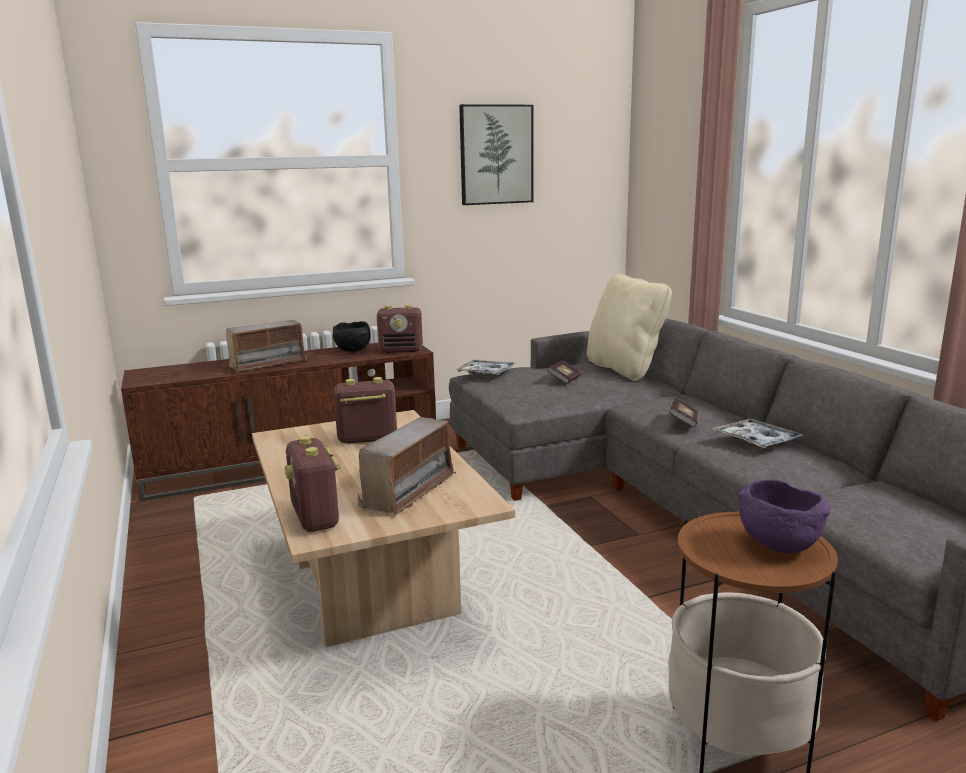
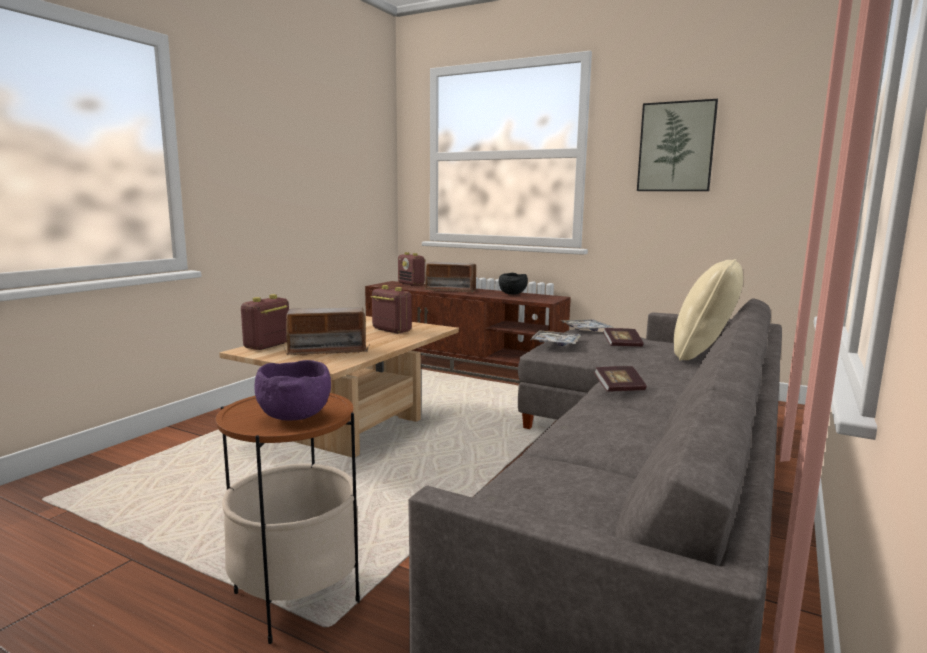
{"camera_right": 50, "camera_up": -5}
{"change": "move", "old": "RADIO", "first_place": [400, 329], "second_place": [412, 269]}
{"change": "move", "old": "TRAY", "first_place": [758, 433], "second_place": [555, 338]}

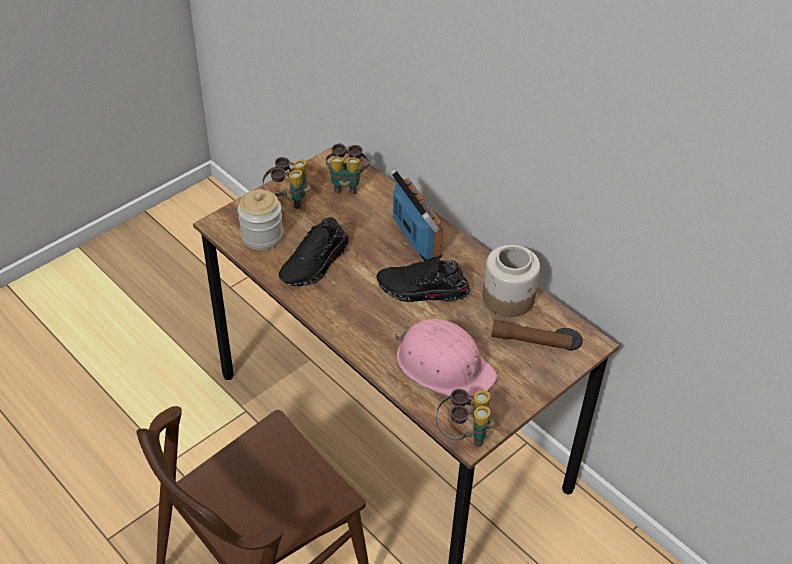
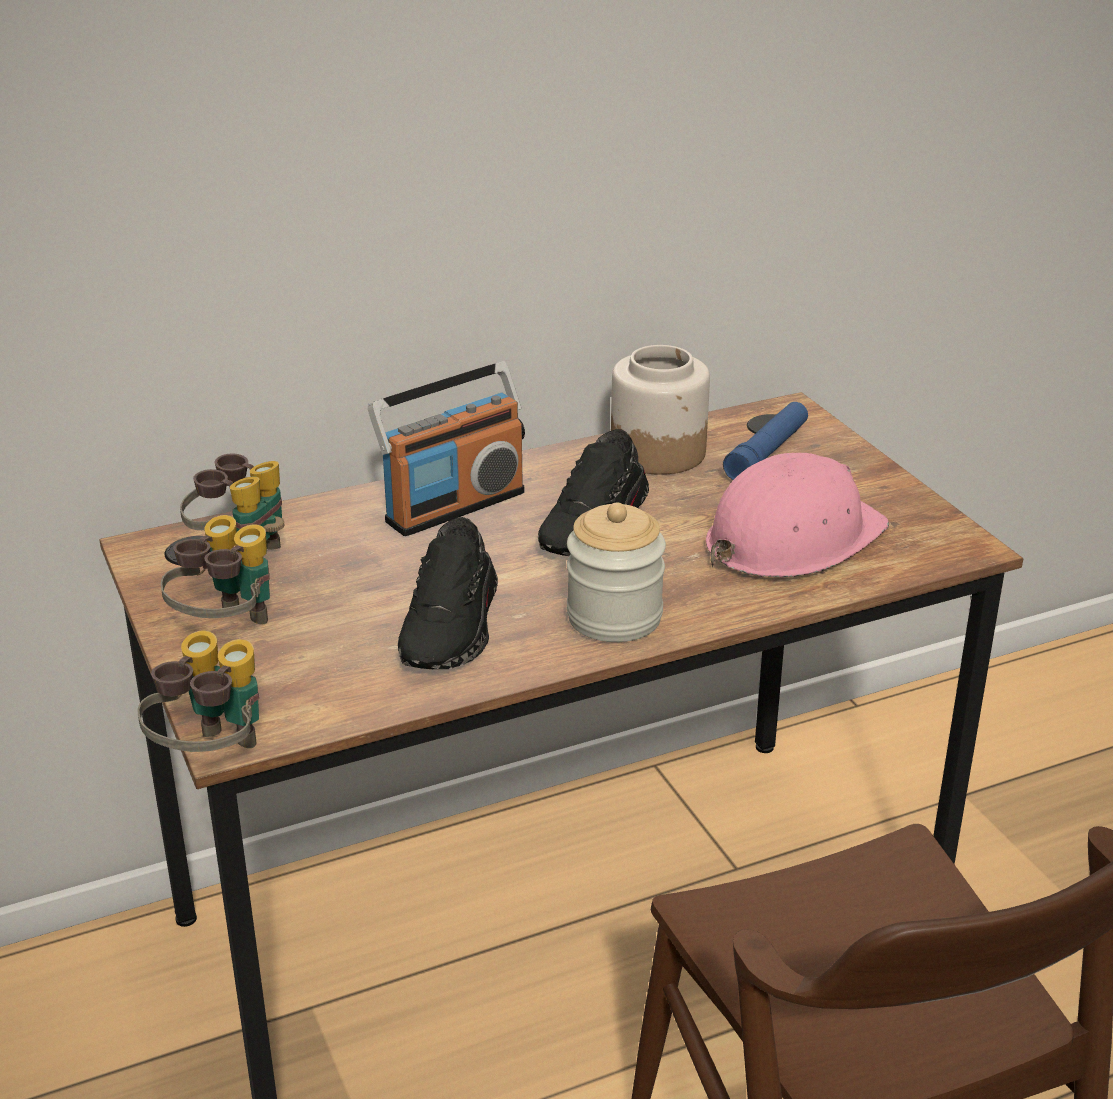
{"camera_right": -70, "camera_up": -15}
{"change": "move", "old": "FIELD GLASSES", "first_place": [465, 418], "second_place": [198, 691]}
{"change": "rotate", "old": "RADIO", "first_place": [416, 214], "second_place": [446, 448], "degrees": 150}
{"change": "rotate", "old": "BLACK LOW SHOE", "first_place": [314, 251], "second_place": [448, 593], "degrees": 45}
{"change": "move", "old": "JAR", "first_place": [260, 219], "second_place": [616, 572]}
{"change": "recolor", "old": "BROWN FLASHLIGHT", "new": "BLUE FLASHLIGHT", "first_place": [532, 335], "second_place": [765, 441]}

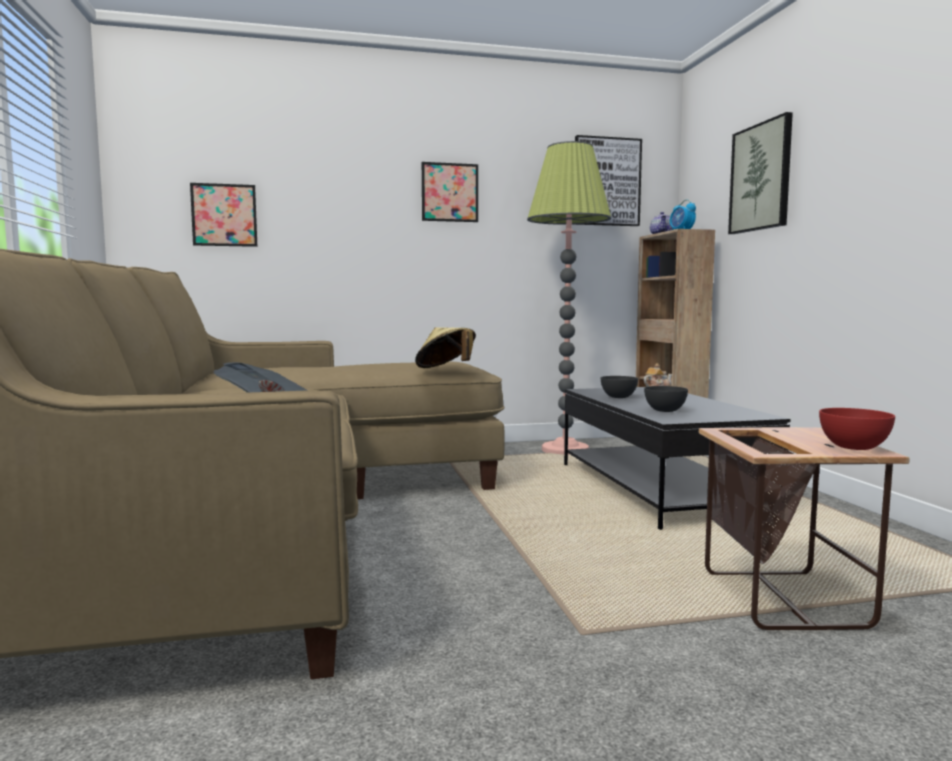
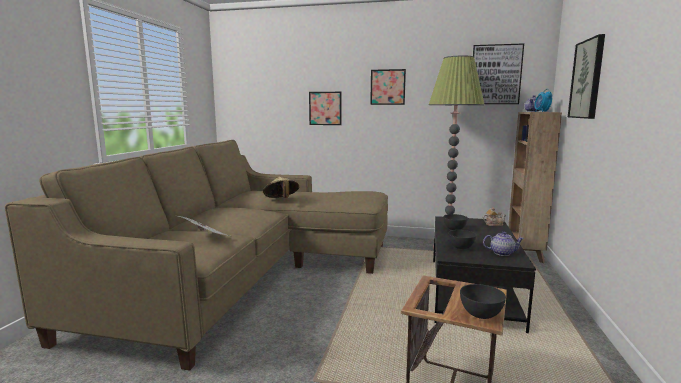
{"camera_right": 25, "camera_up": 5}
{"change": "move", "old": "BEIGE-COLOURED CLOTHING HAT", "first_place": [445, 347], "second_place": [281, 187]}
{"change": "move", "old": "WALL PICTURE", "first_place": [223, 215], "second_place": [325, 108]}
{"change": "recolor", "old": "RED-COLOURED SERVING BOWL", "new": "GRAY SERVING BOWL", "first_place": [857, 429], "second_place": [483, 301]}
{"change": "insert", "new": "POT FOR TEA", "second_place": [503, 244]}

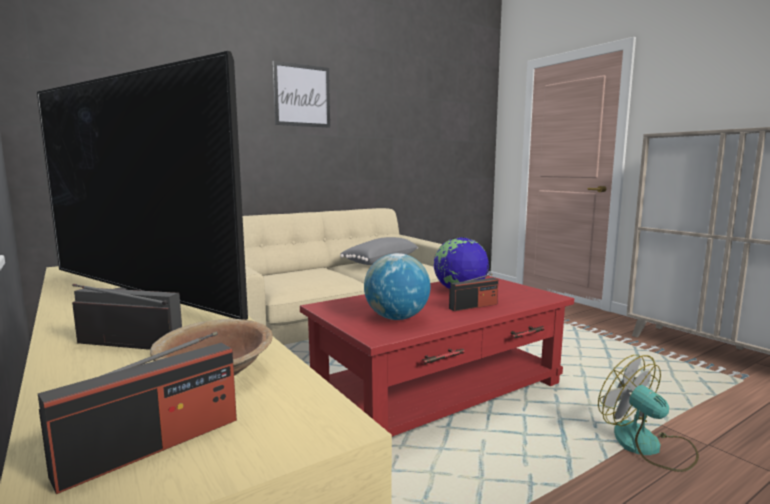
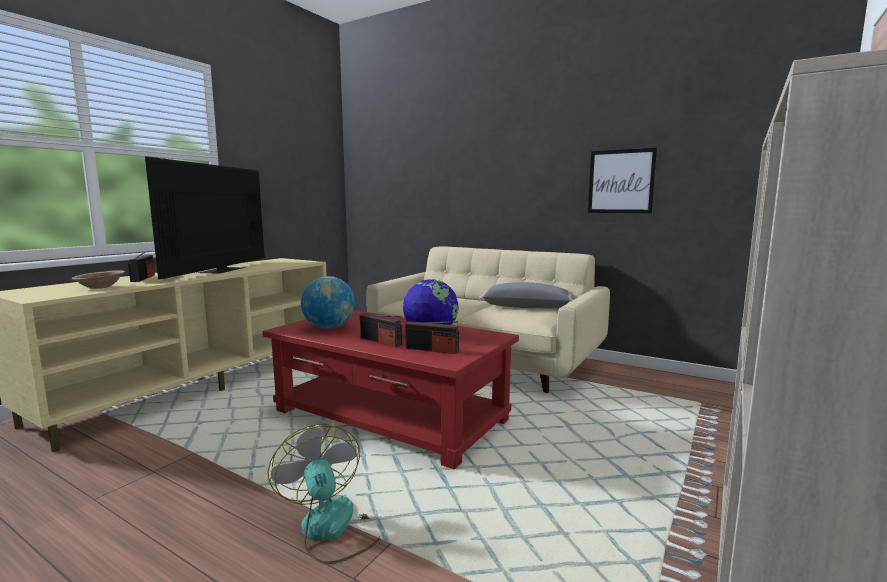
{"camera_right": 65, "camera_up": 0}
{"change": "rotate", "old": "COOLING FAN", "first_place": [648, 413], "second_place": [324, 494], "degrees": -60}
{"change": "move", "old": "RADIO", "first_place": [137, 412], "second_place": [432, 337]}
{"change": "move", "old": "WALL PICTURE", "first_place": [301, 94], "second_place": [622, 180]}

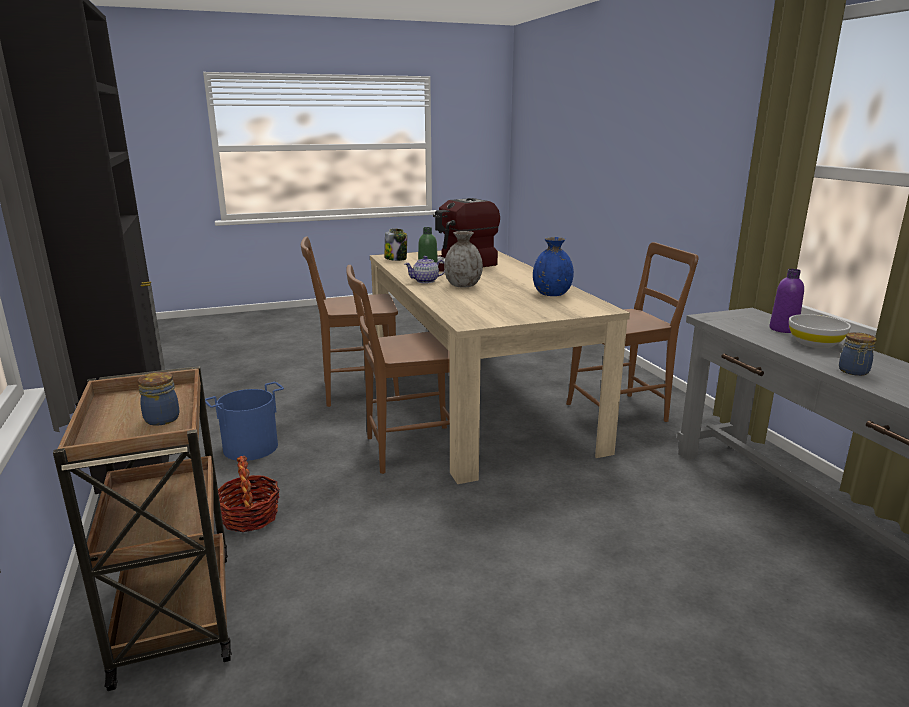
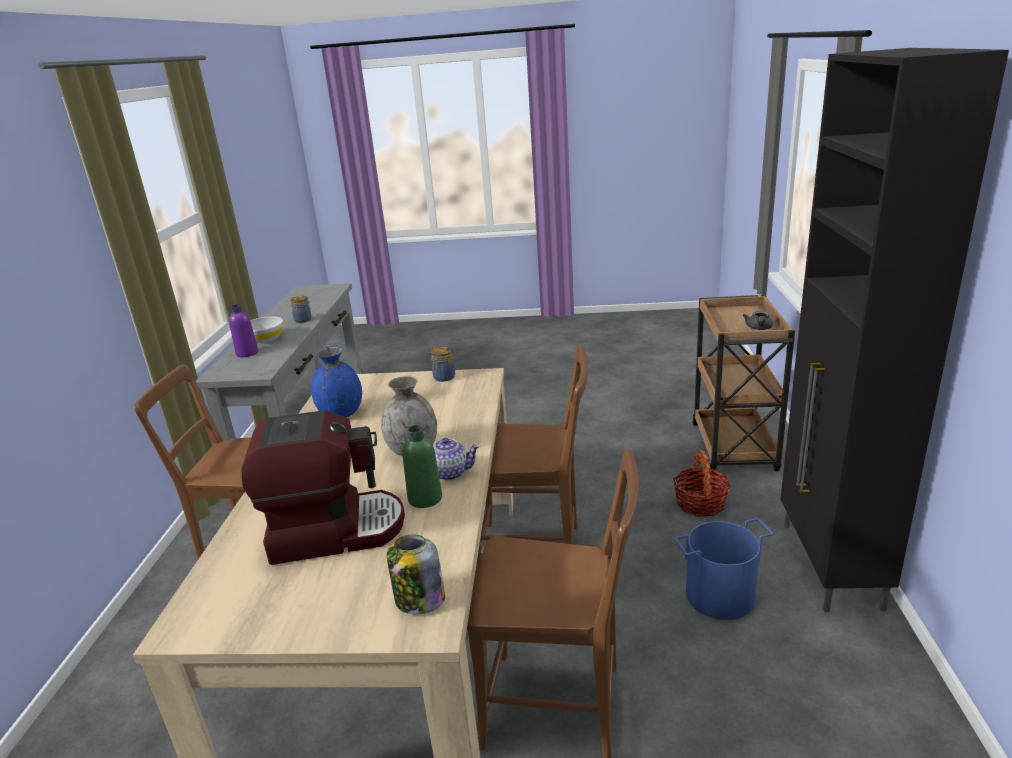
{"camera_right": -155, "camera_up": 5}
{"change": "move", "old": "JAR", "first_place": [158, 399], "second_place": [443, 364]}
{"change": "insert", "new": "GRAY POT FOR TEA", "second_place": [757, 320]}

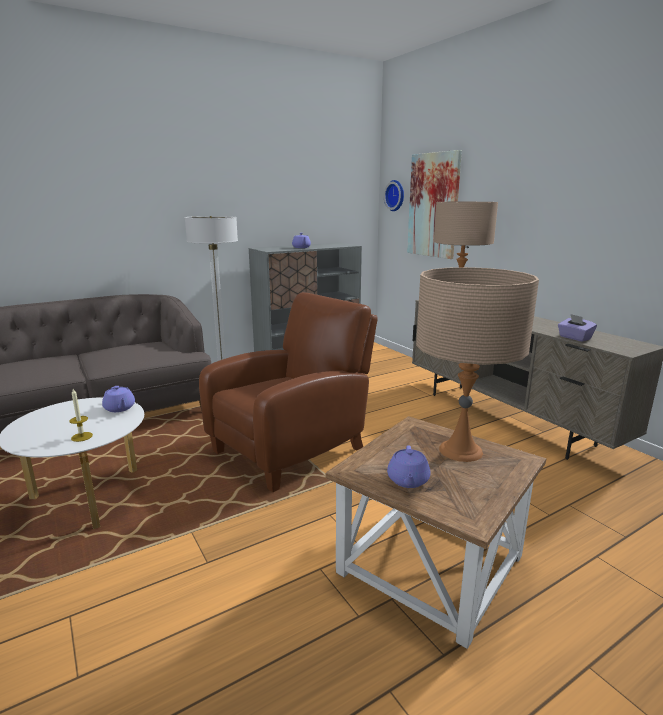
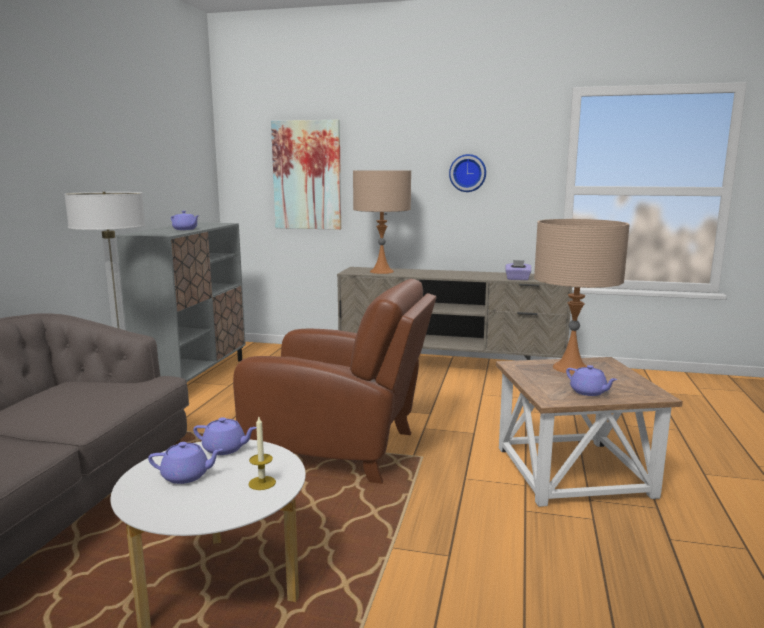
{"camera_right": -45, "camera_up": -5}
{"change": "insert", "new": "PURPLISH POT FOR TEA", "second_place": [185, 463]}
{"change": "rotate", "old": "BROWN ARMCHAIR", "first_place": [288, 392], "second_place": [334, 381], "degrees": 105}
{"change": "move", "old": "HANGING CLOCK", "first_place": [394, 195], "second_place": [467, 173]}

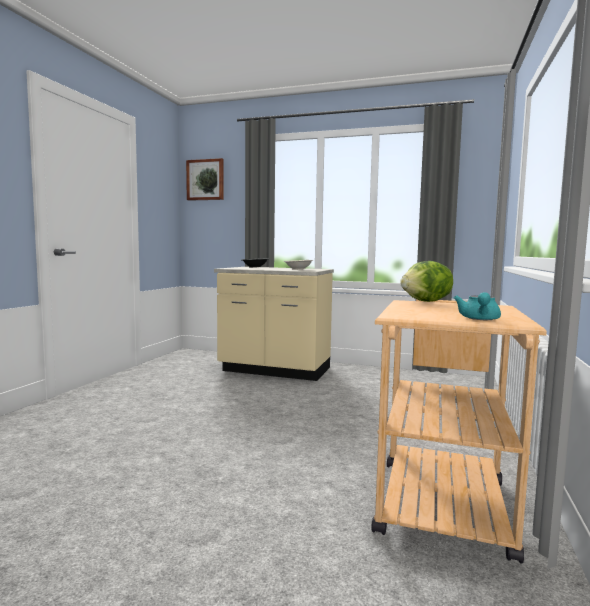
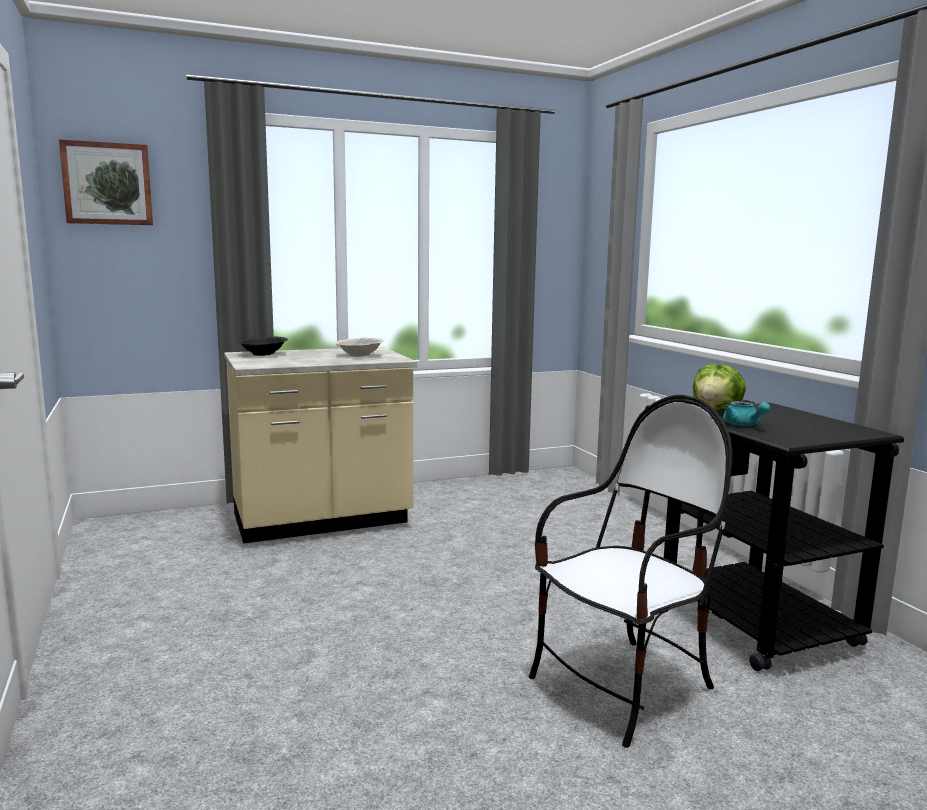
{"camera_right": -40, "camera_up": 5}
{"change": "insert", "new": "UPRIGHT CHAIR", "second_place": [630, 571]}
{"change": "recolor", "old": "BEIGE-COLOURED WHEELED CART", "new": "BLACK WHEELED CART", "first_place": [459, 431], "second_place": [774, 535]}
{"change": "move", "old": "TURQUOISE-COLOURED POT FOR TEA", "first_place": [477, 306], "second_place": [746, 413]}

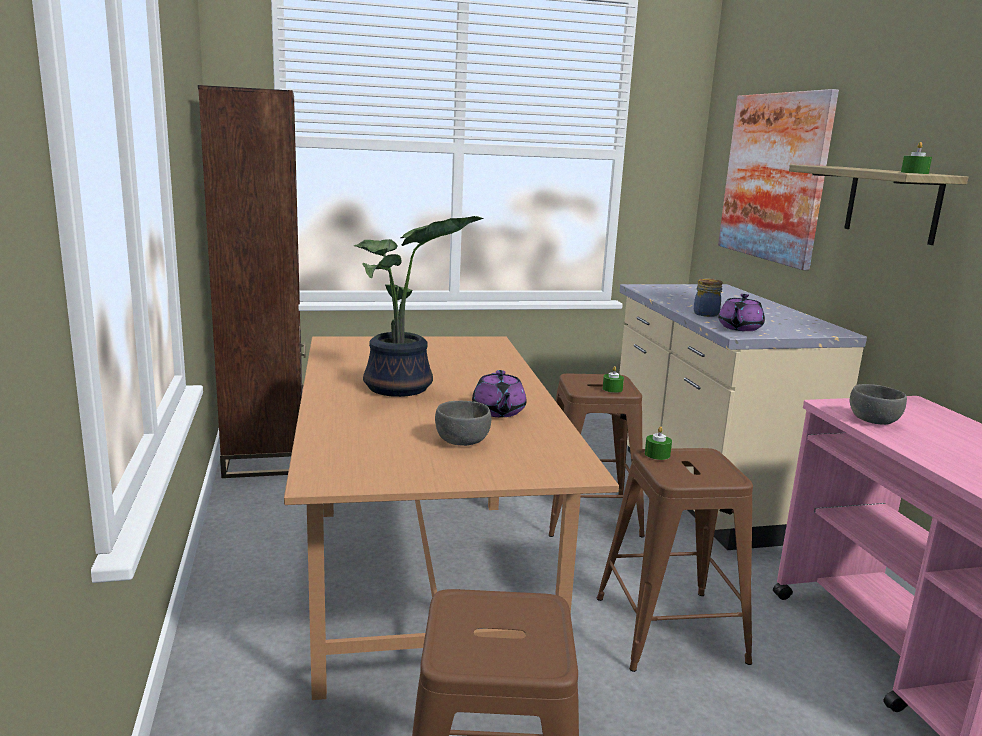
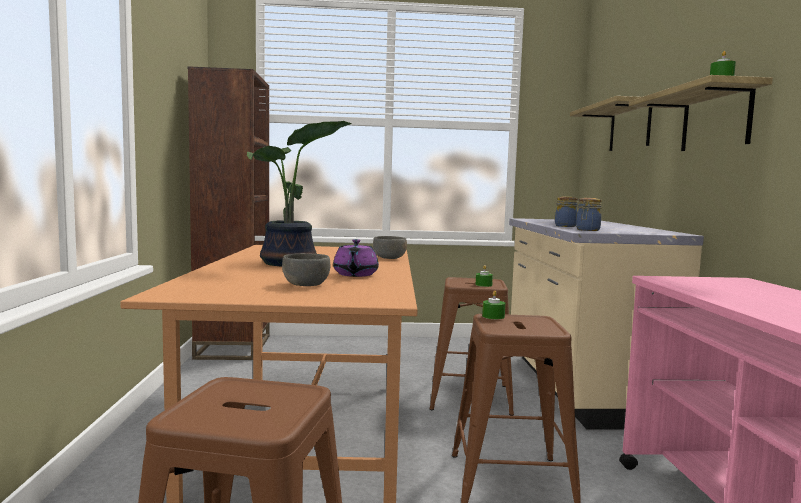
{"camera_right": 10, "camera_up": -10}
{"change": "move", "old": "GRAY SERVING BOWL", "first_place": [878, 404], "second_place": [390, 247]}
{"change": "replace", "old": "WALL PICTURE", "new": "WALL SHELF", "first_place": [778, 179], "second_place": [611, 123]}
{"change": "replace", "old": "PURPLISH POT FOR TEA", "new": "JAR", "first_place": [741, 312], "second_place": [589, 214]}

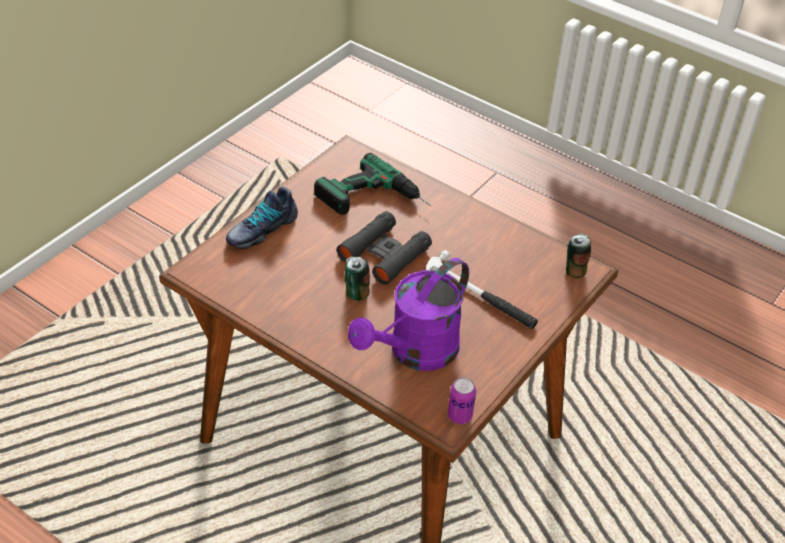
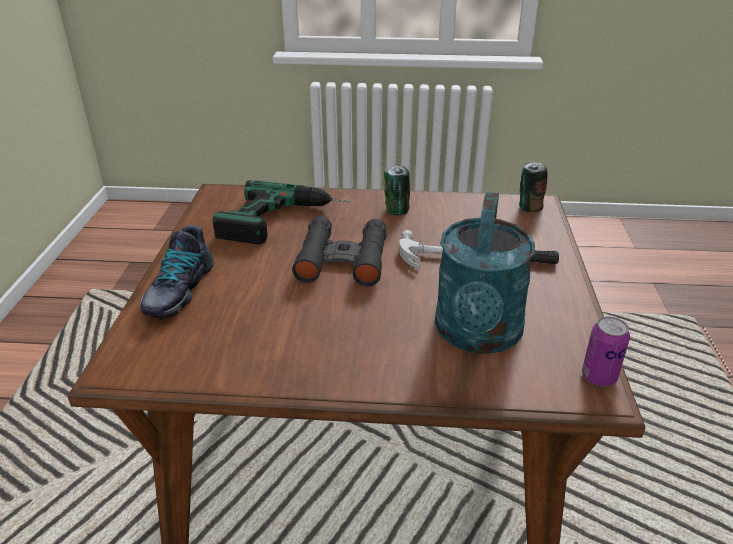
{"camera_right": -30, "camera_up": -10}
{"change": "move", "old": "METAL CAN", "first_place": [357, 278], "second_place": [397, 190]}
{"change": "recolor", "old": "PURPLISH WATERING CAN", "new": "TURQUOISE-COLOURED WATERING CAN", "first_place": [408, 314], "second_place": [485, 273]}

